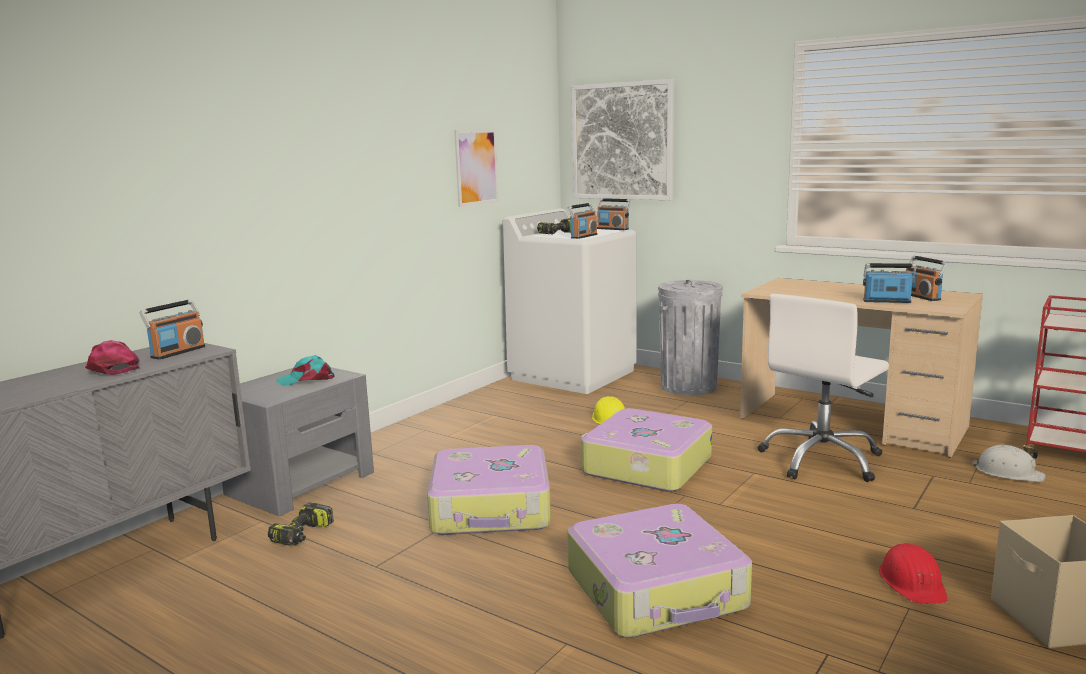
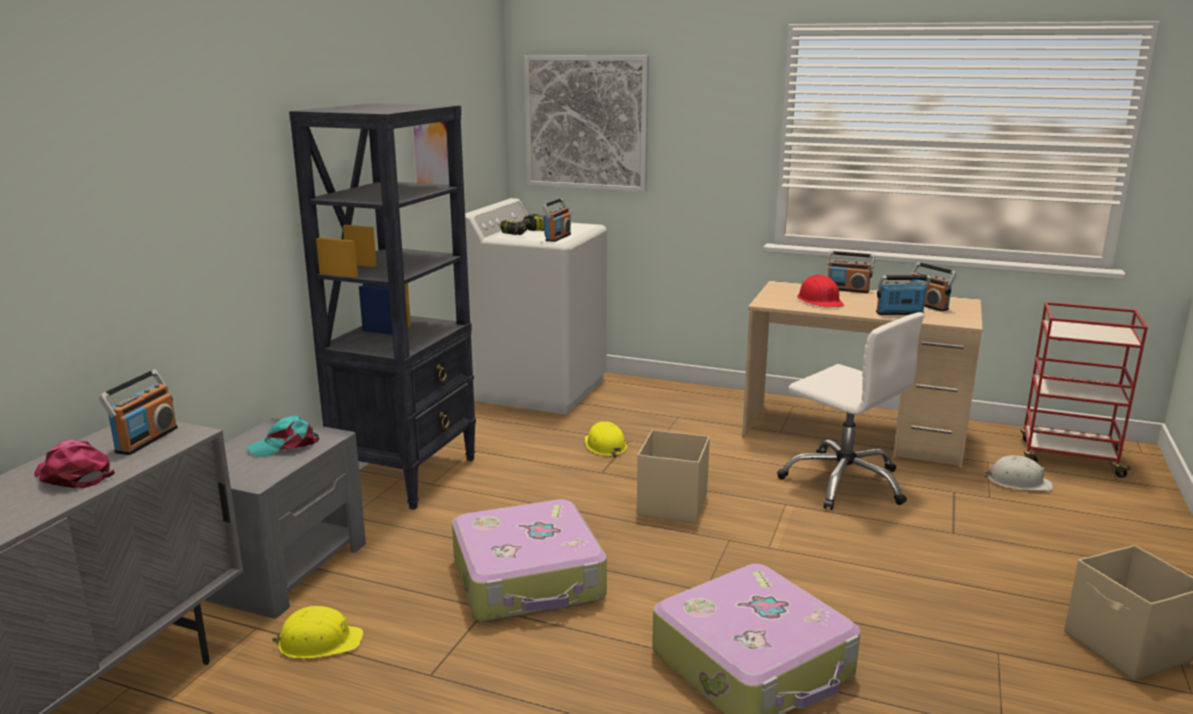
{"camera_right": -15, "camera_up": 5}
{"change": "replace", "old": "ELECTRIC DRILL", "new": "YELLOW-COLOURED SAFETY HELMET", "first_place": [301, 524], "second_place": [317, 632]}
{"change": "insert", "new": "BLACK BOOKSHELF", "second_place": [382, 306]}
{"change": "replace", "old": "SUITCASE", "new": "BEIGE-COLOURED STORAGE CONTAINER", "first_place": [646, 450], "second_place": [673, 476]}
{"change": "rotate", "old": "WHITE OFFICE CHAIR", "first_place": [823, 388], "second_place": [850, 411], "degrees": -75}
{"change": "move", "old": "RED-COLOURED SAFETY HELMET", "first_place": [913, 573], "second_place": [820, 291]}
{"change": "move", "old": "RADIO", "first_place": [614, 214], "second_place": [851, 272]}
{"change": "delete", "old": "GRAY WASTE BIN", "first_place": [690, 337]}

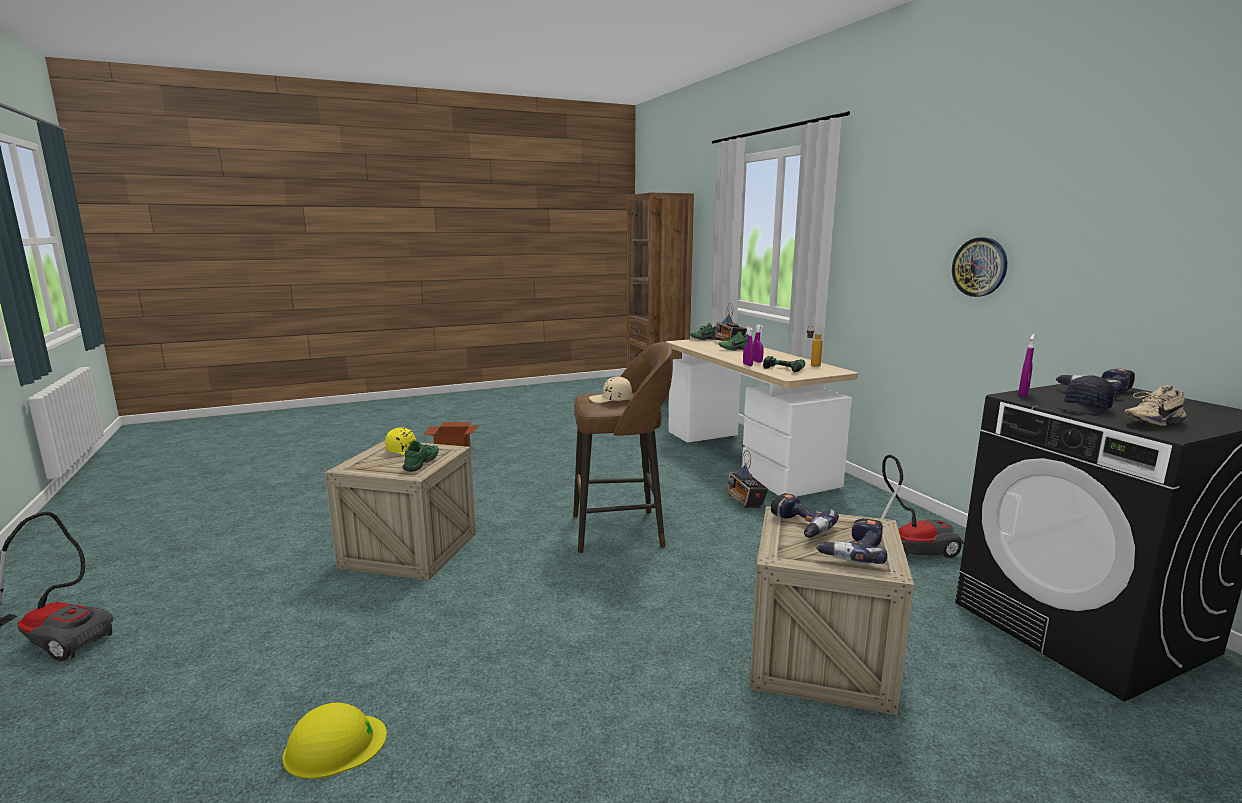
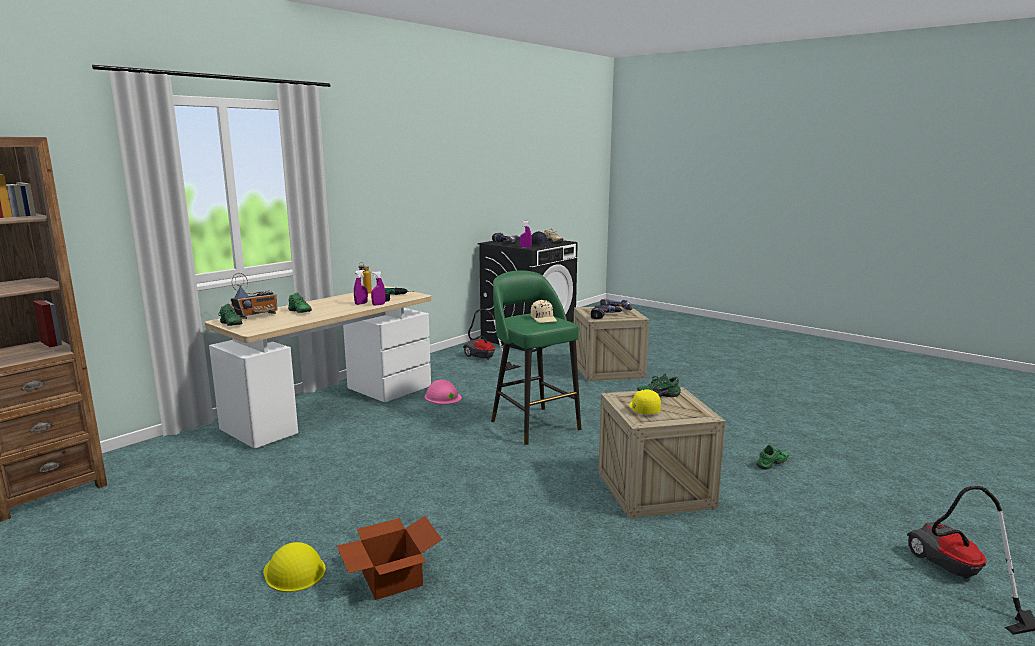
{"camera_right": -115, "camera_up": 0}
{"change": "move", "old": "YELLOW-COLOURED SAFETY HELMET", "first_place": [335, 741], "second_place": [294, 567]}
{"change": "replace", "old": "RADIO", "new": "PINK SAFETY HELMET", "first_place": [747, 479], "second_place": [443, 392]}
{"change": "recolor", "old": "BROWN STOOL", "new": "GREEN-COLOURED STOOL", "first_place": [623, 447], "second_place": [536, 357]}
{"change": "insert", "new": "GREEN-COLOURED LOW SHOE", "second_place": [772, 457]}
{"change": "delete", "old": "HANGING CLOCK", "first_place": [979, 267]}

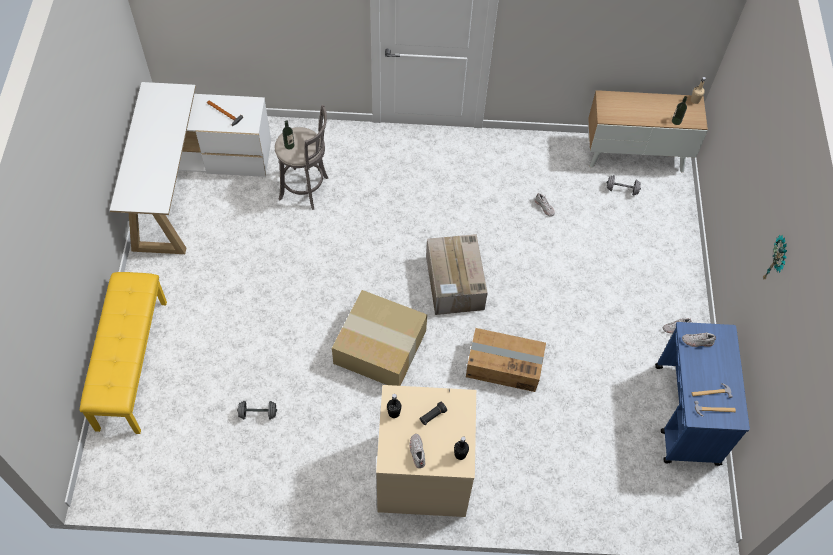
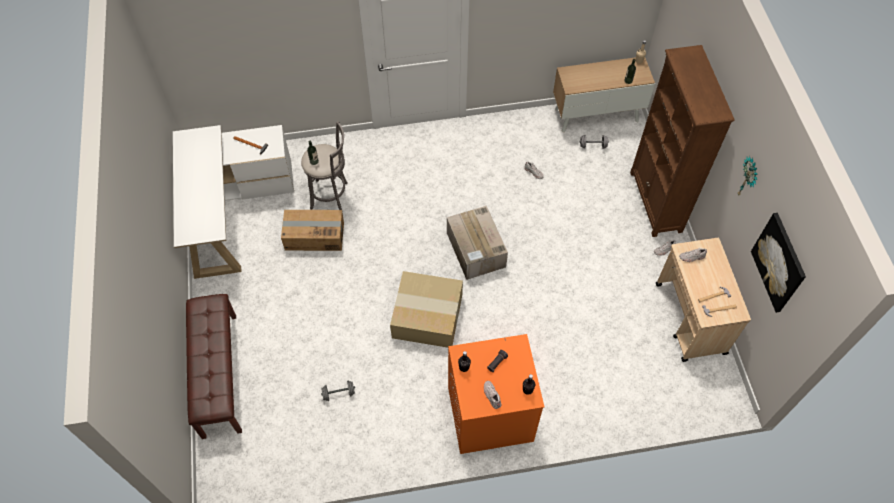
{"camera_right": -10, "camera_up": 0}
{"change": "recolor", "old": "YELLOW-COLOURED INDOOR BENCH", "new": "BROWN INDOOR BENCH", "first_place": [123, 353], "second_place": [214, 366]}
{"change": "move", "old": "CARTON", "first_place": [506, 360], "second_place": [312, 230]}
{"change": "recolor", "old": "BEIGE-COLOURED WASHING MACHINE", "new": "ORANGE-COLOURED WASHING MACHINE", "first_place": [426, 451], "second_place": [496, 394]}
{"change": "insert", "new": "BROWN BOOKSHELF", "second_place": [682, 141]}
{"change": "recolor", "old": "BLUE WHEELED CART", "new": "BEIGE-COLOURED WHEELED CART", "first_place": [702, 394], "second_place": [703, 300]}
{"change": "insert", "new": "WALL PICTURE", "second_place": [778, 263]}

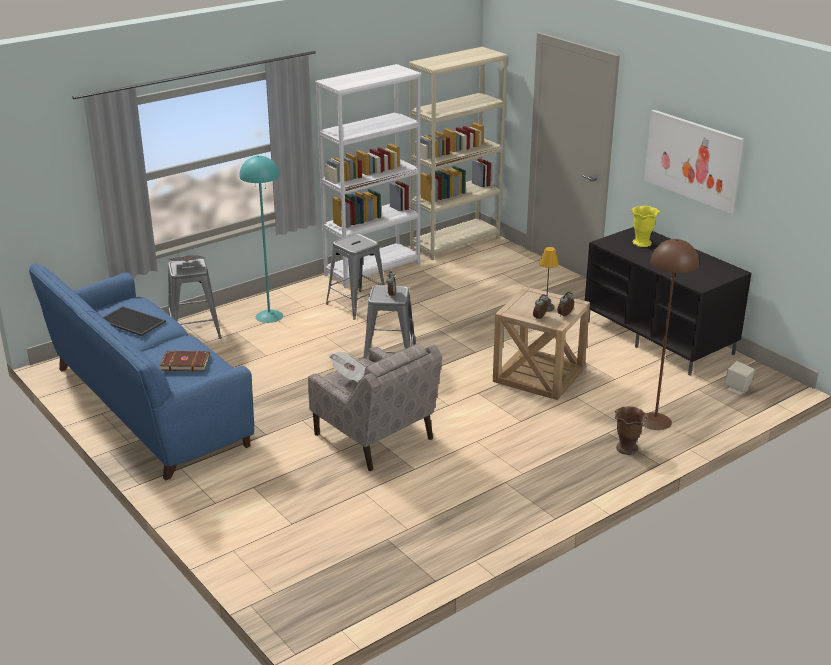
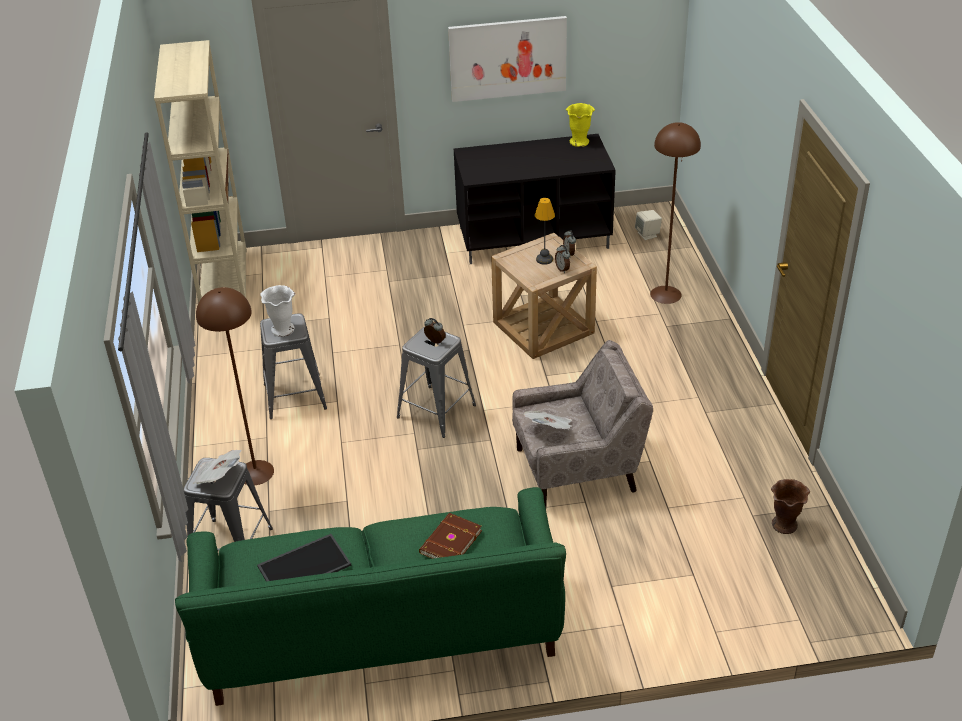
{"camera_right": -60, "camera_up": 10}
{"change": "recolor", "old": "BLUE SETTEE", "new": "GREEN-COLOURED SETTEE", "first_place": [141, 371], "second_place": [370, 596]}
{"change": "recolor", "old": "TURQUOISE-COLOURED FLOOR LAMP", "new": "BROWN FLOOR LAMP", "first_place": [261, 239], "second_place": [235, 386]}
{"change": "insert", "new": "WHITE DECORATIVE VASE", "second_place": [277, 311]}
{"change": "move", "old": "YELLOW-COLOURED DECORATIVE VASE", "first_place": [646, 226], "second_place": [580, 125]}
{"change": "move", "old": "BROWN DECORATIVE VASE", "first_place": [631, 430], "second_place": [790, 506]}
{"change": "delete", "old": "WHITE BOOKSHELF", "first_place": [368, 176]}

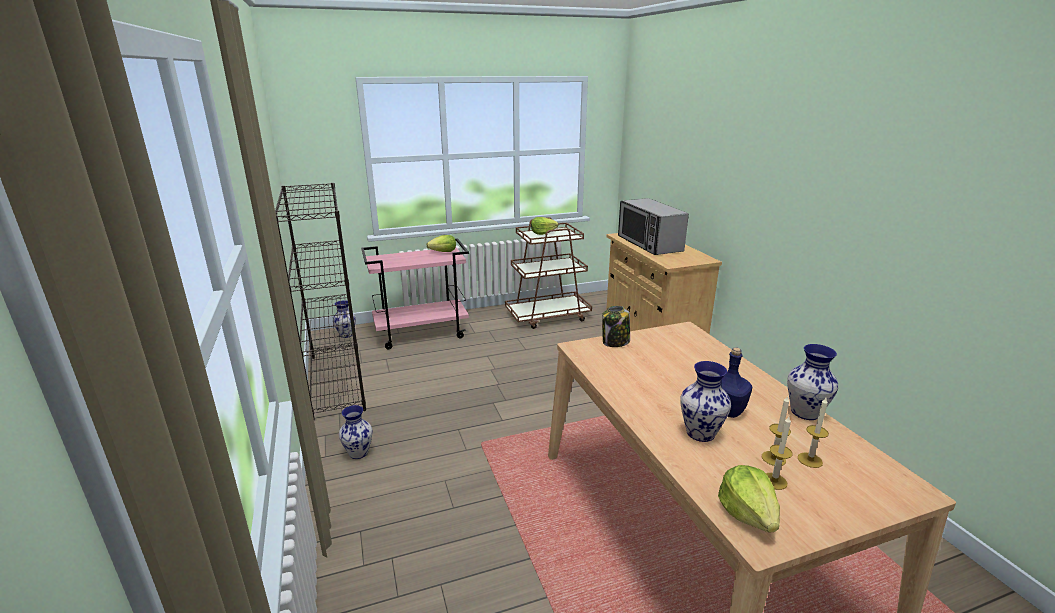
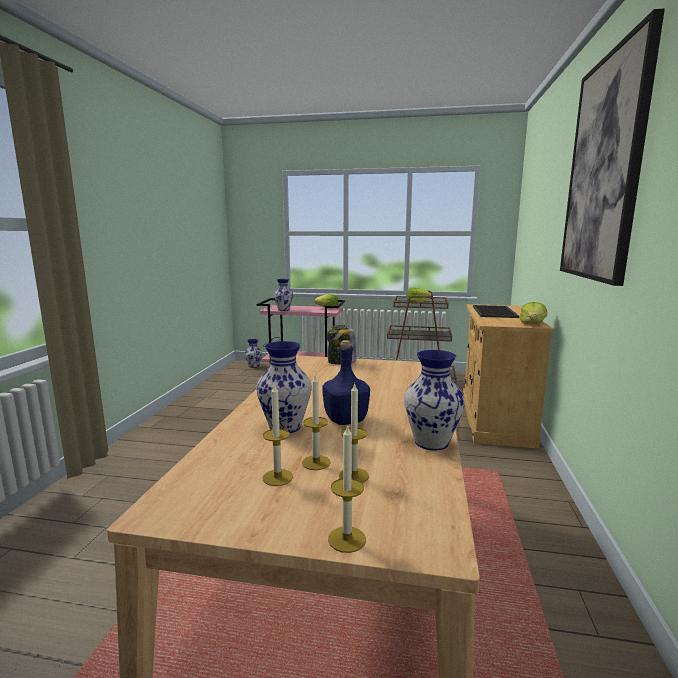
{"camera_right": 30, "camera_up": -10}
{"change": "move", "old": "DECORATIVE VASE", "first_place": [355, 432], "second_place": [283, 295]}
{"change": "insert", "new": "WAX CANDLE", "second_place": [347, 488]}
{"change": "replace", "old": "MICROWAVE OVEN", "new": "TRAY", "first_place": [653, 226], "second_place": [496, 311]}
{"change": "move", "old": "LETTUCE", "first_place": [749, 499], "second_place": [533, 313]}
{"change": "insert", "new": "WALL PICTURE", "second_place": [612, 147]}
{"change": "delete", "old": "BLACK BOOKSHELF", "first_place": [320, 301]}

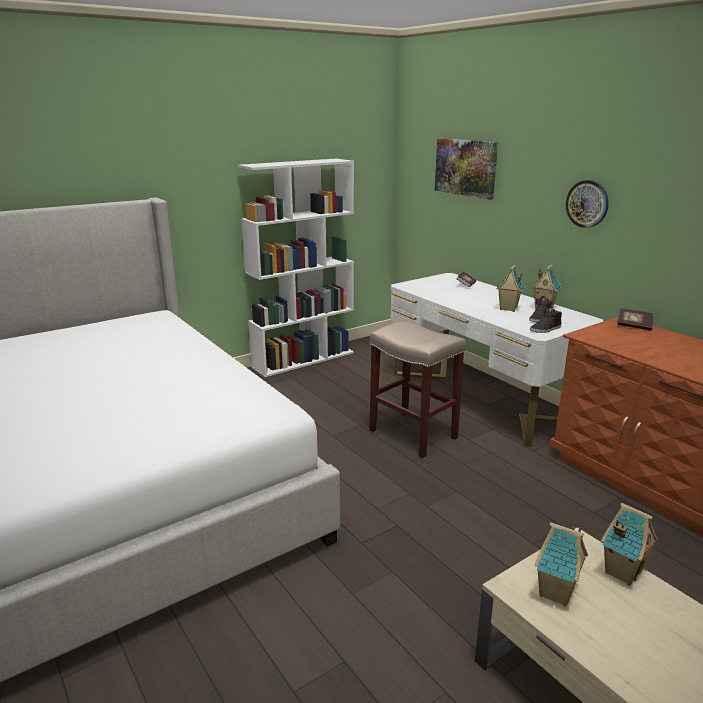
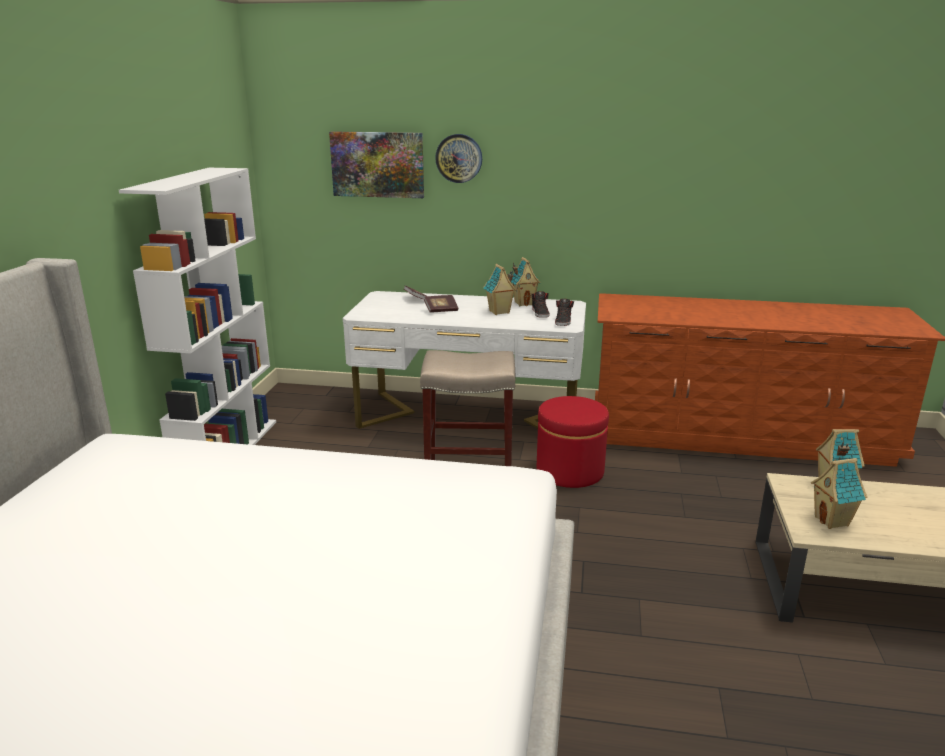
{"camera_right": -45, "camera_up": 0}
{"change": "move", "old": "VOLUME", "first_place": [635, 319], "second_place": [441, 304]}
{"change": "move", "old": "HANGING CLOCK", "first_place": [587, 204], "second_place": [458, 158]}
{"change": "insert", "new": "RED-COLOURED OTTOMAN", "second_place": [573, 442]}

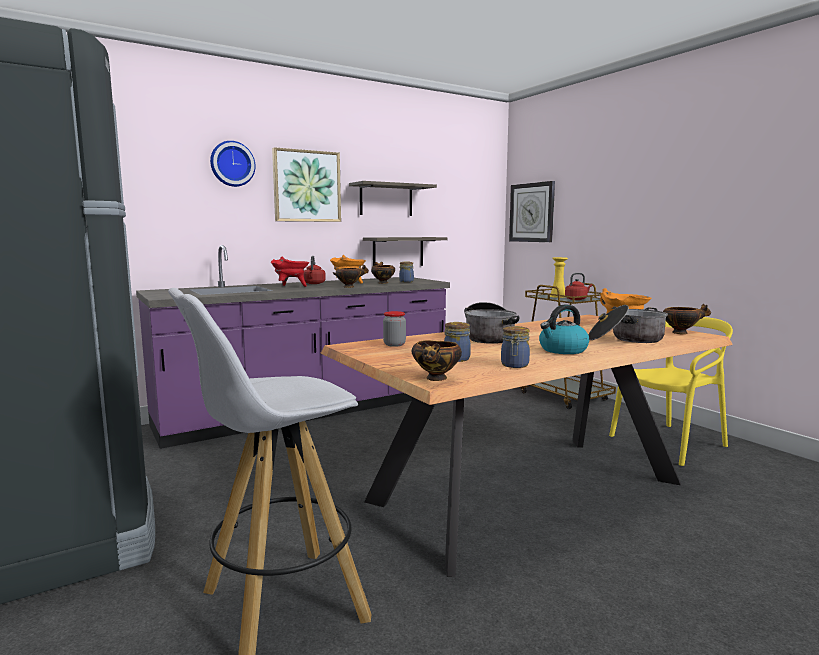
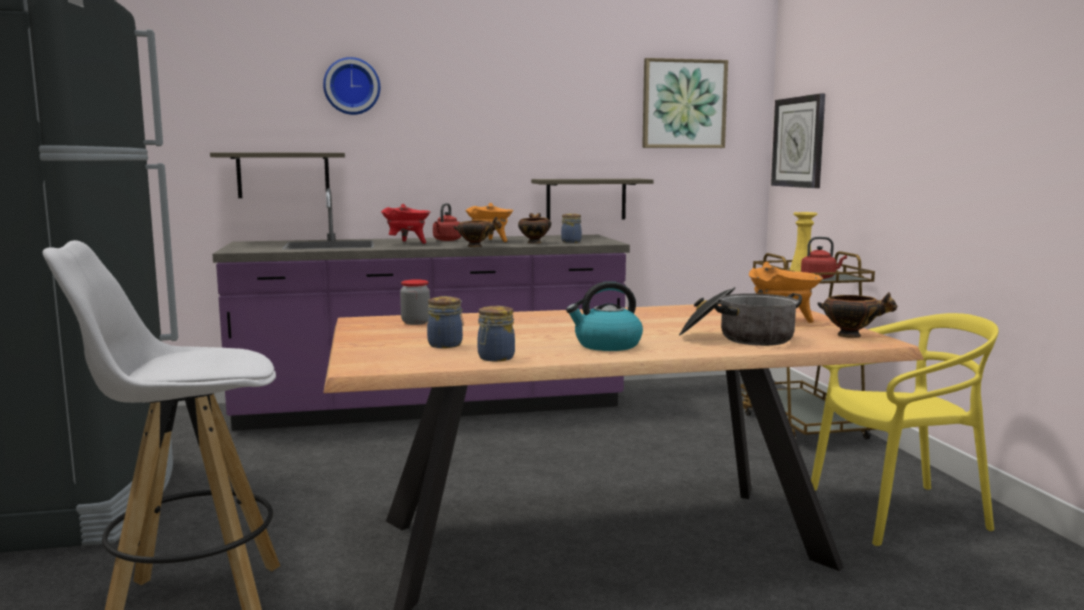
{"camera_right": 20, "camera_up": 0}
{"change": "move", "old": "WALL SHELF", "first_place": [393, 198], "second_place": [277, 175]}
{"change": "move", "old": "WALL PICTURE", "first_place": [306, 184], "second_place": [685, 103]}
{"change": "delete", "old": "SERVING BOWL", "first_place": [437, 360]}
{"change": "delete", "old": "COOKING POT", "first_place": [491, 323]}

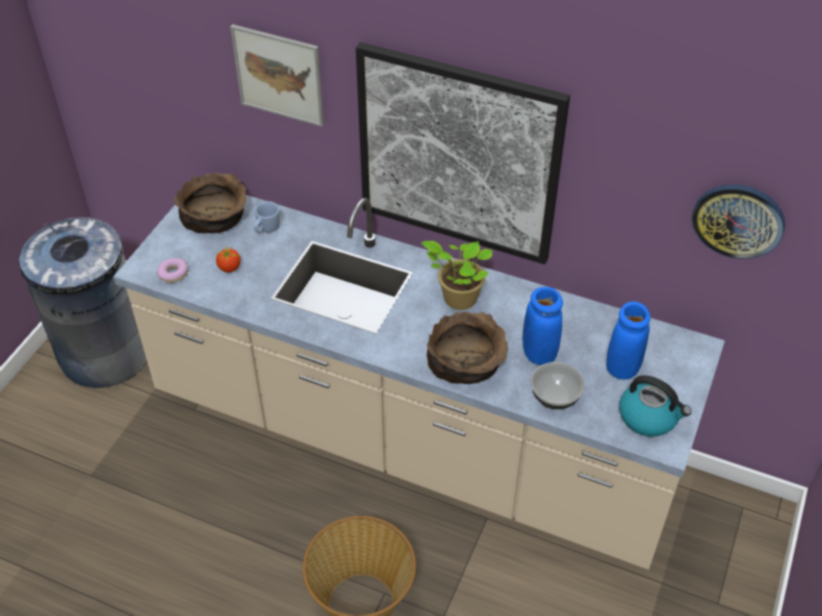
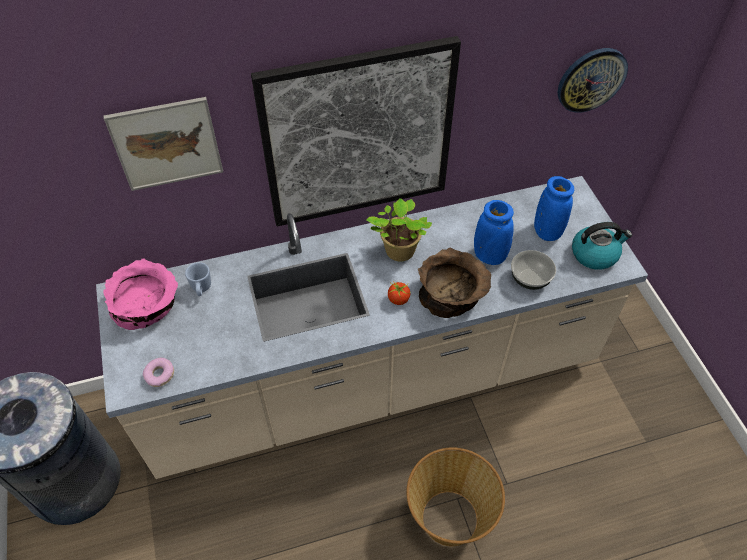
{"camera_right": -40, "camera_up": 5}
{"change": "recolor", "old": "BROWN SERVING BOWL", "new": "PINK SERVING BOWL", "first_place": [210, 203], "second_place": [140, 294]}
{"change": "move", "old": "WHOLE TOMATO", "first_place": [228, 258], "second_place": [399, 293]}

